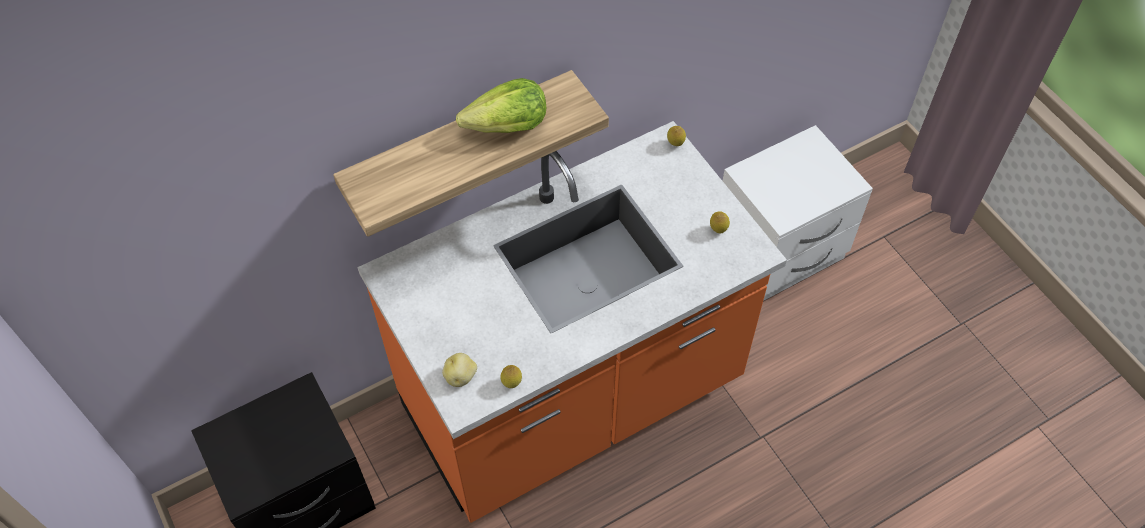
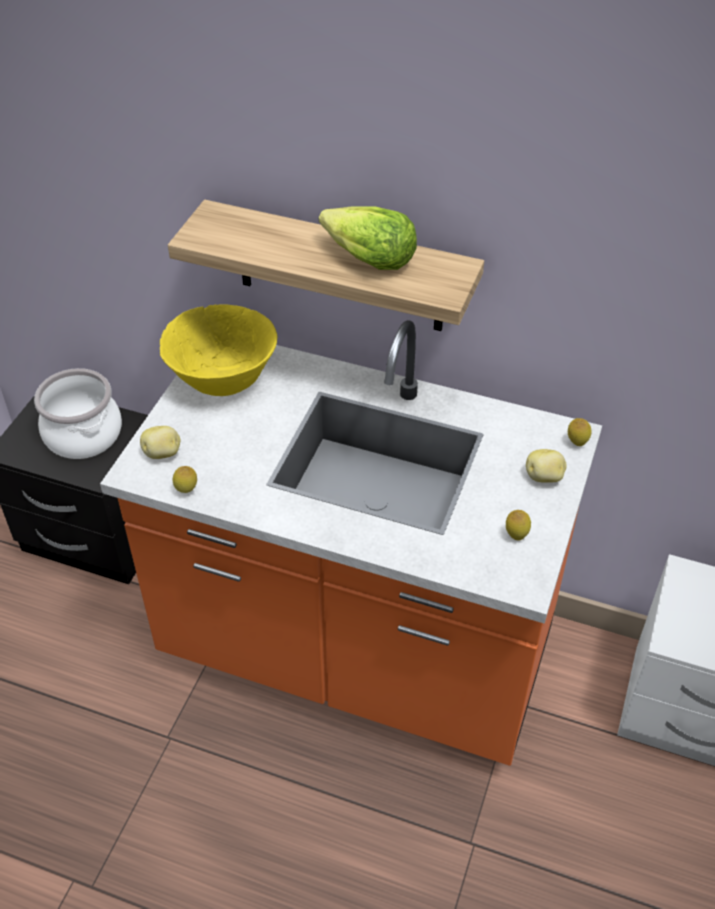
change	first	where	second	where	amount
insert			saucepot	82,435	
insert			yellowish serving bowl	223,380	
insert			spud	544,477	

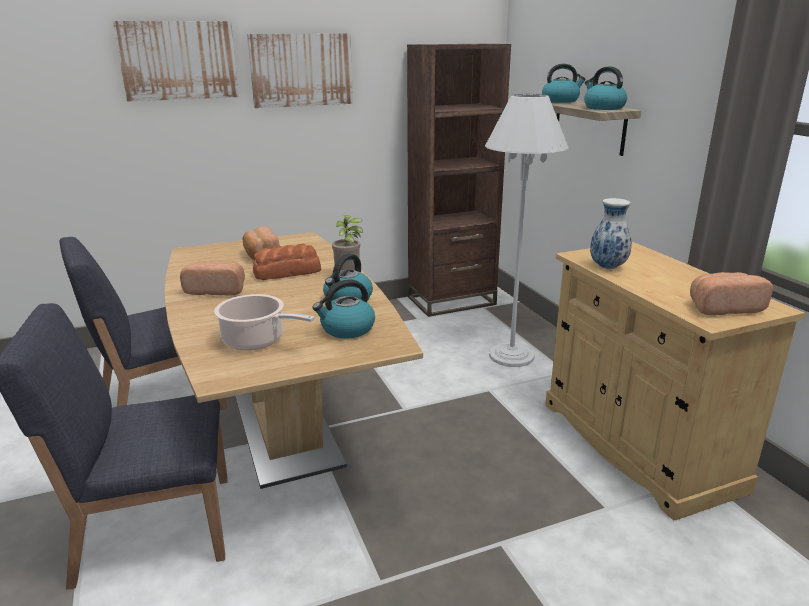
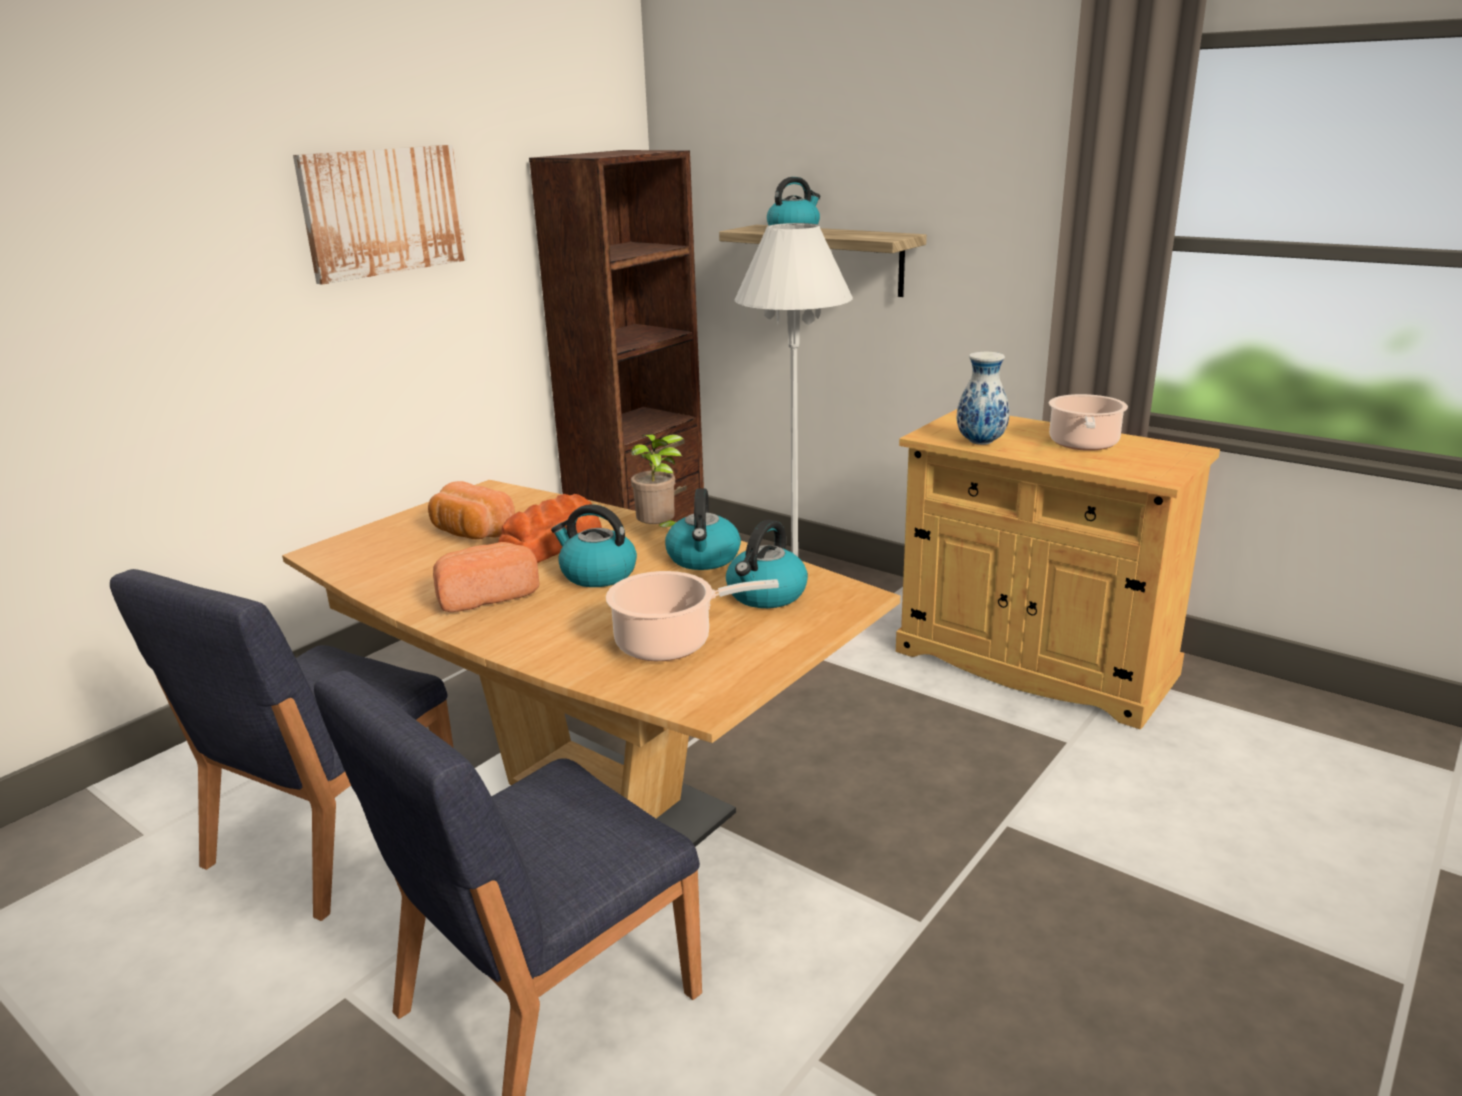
change	first	where	second	where	amount
move	kettle	603,108		597,574	
insert			saucepot	1083,444	
delete	picture	179,60			
delete	bakery bread	723,308			

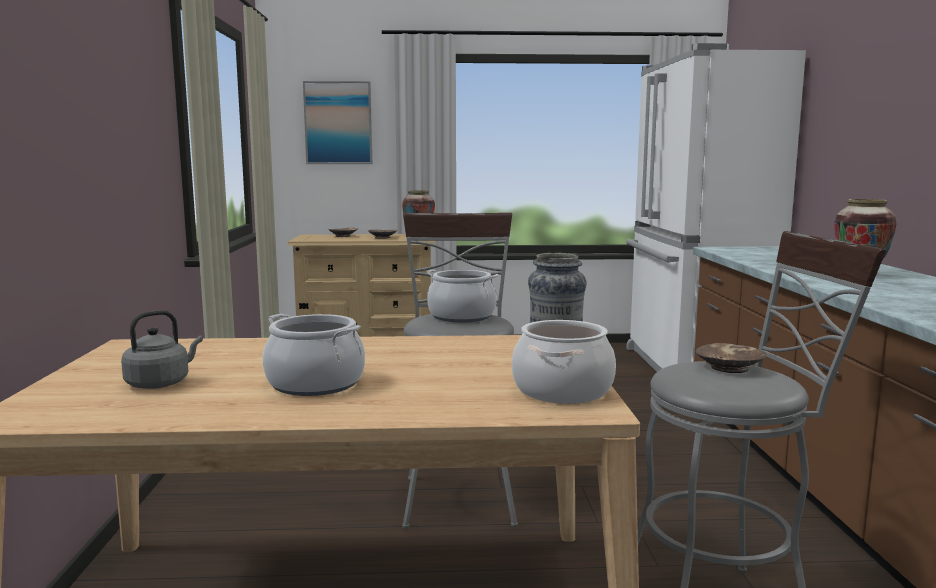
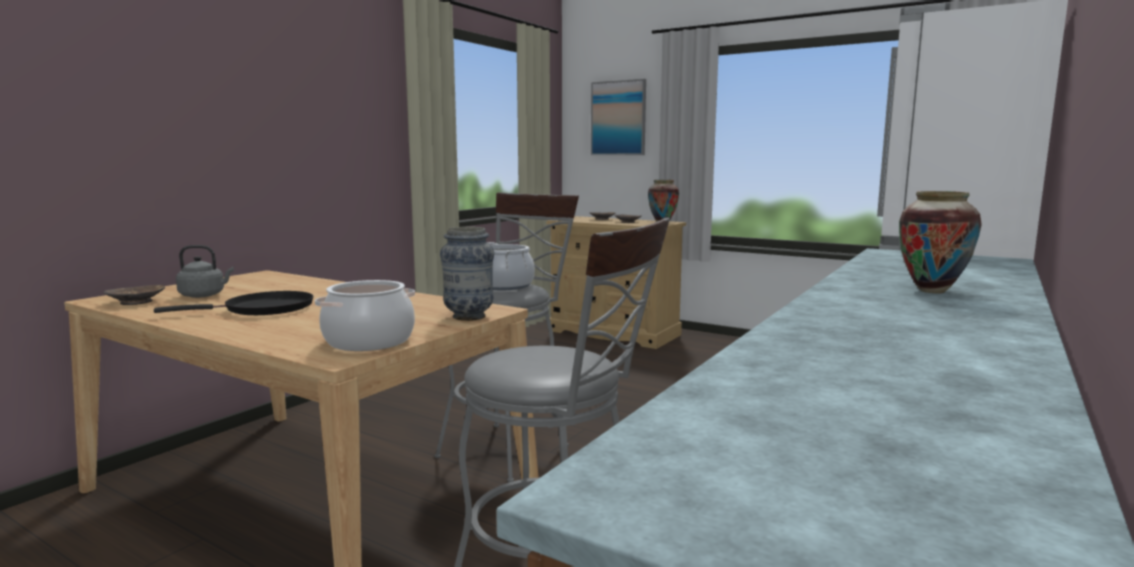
change	first	where	second	where	amount
move	brown-coloured serving bowl	730,367		136,302	
replace	saucepot	315,383	black skillet	263,309	

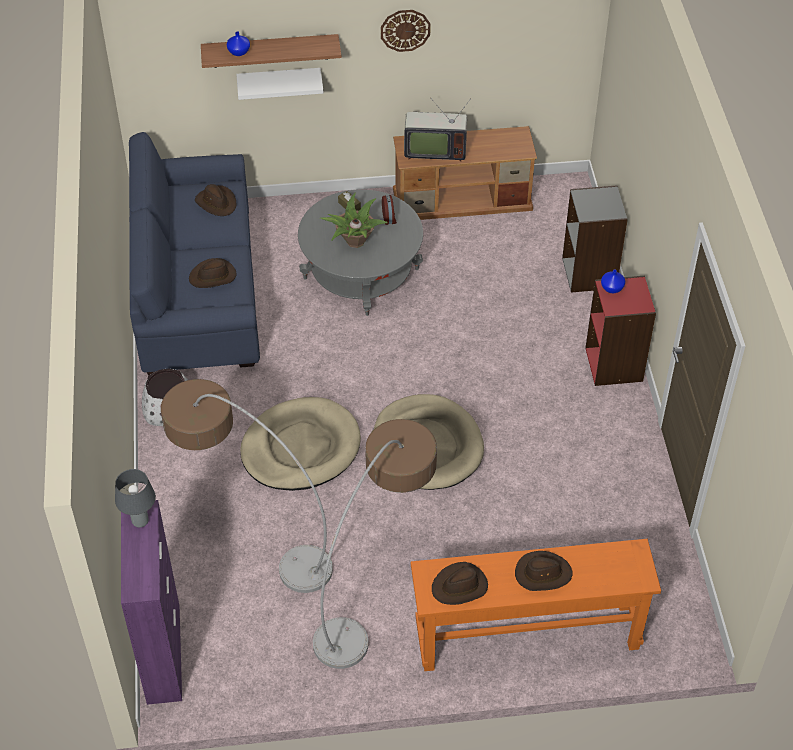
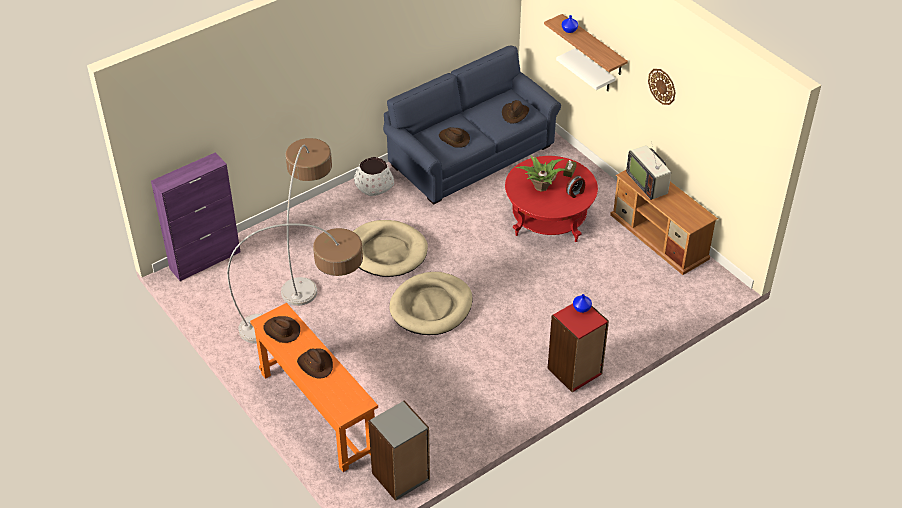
change	first	where	second	where	amount
move	greyish shelving unit	590,273		401,477	
recolor	greyish coffee table	361,273	red coffee table	549,217	
delete	greyish lamp for a table	140,521			

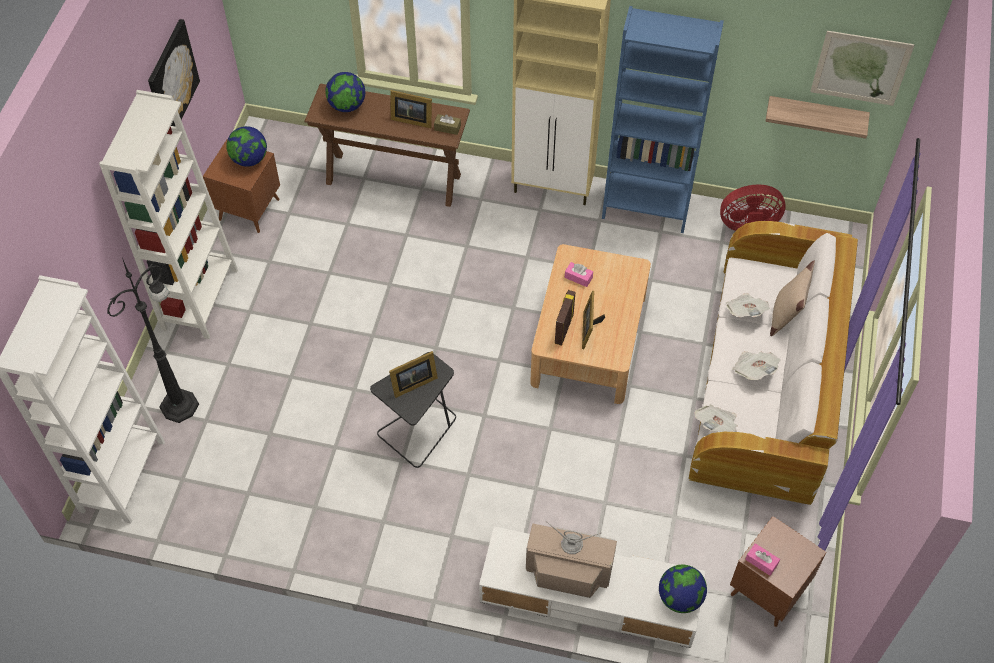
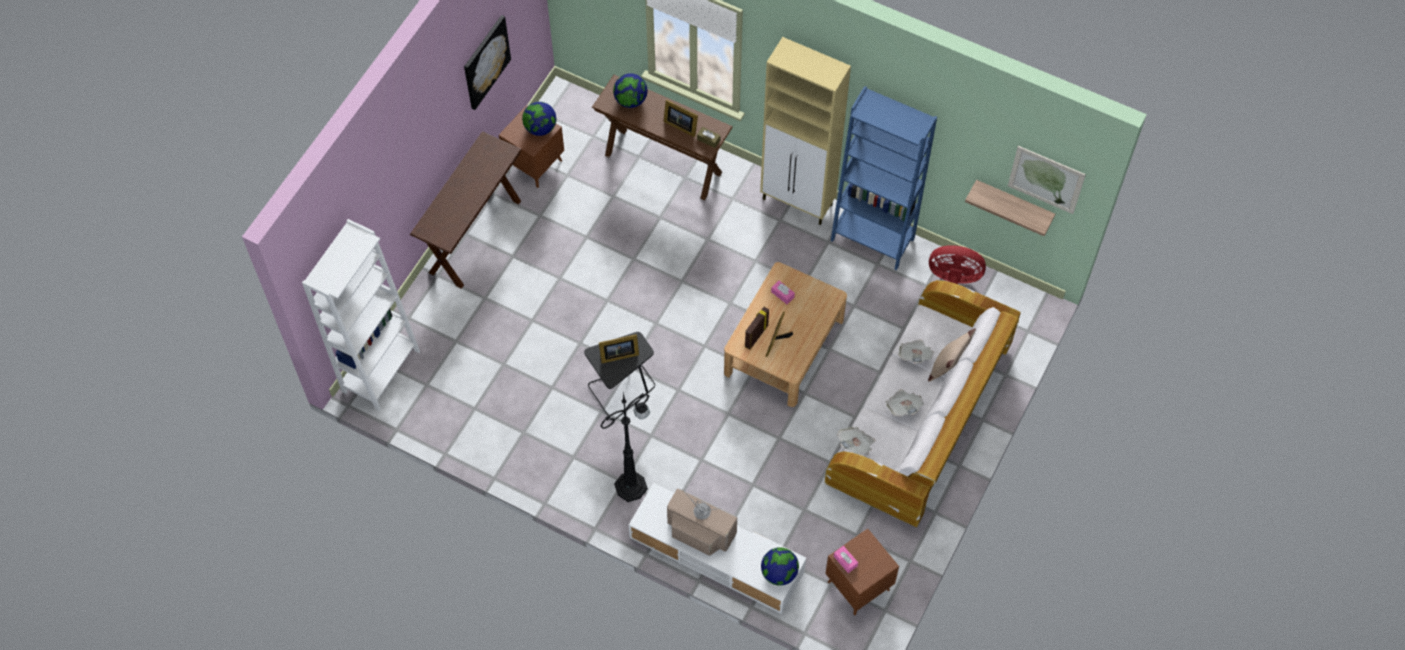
change	first	where	second	where	amount
replace	white-coloured shelving unit	200,299	brown-coloured narrow table	475,236	
move	black standard lamp	181,404		632,485	

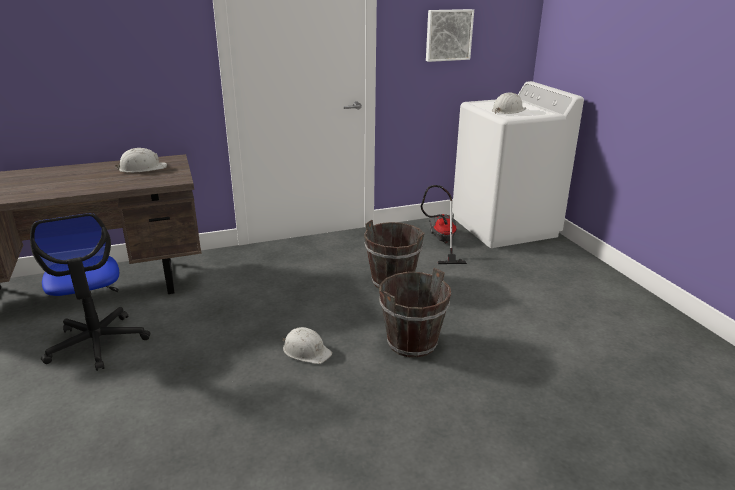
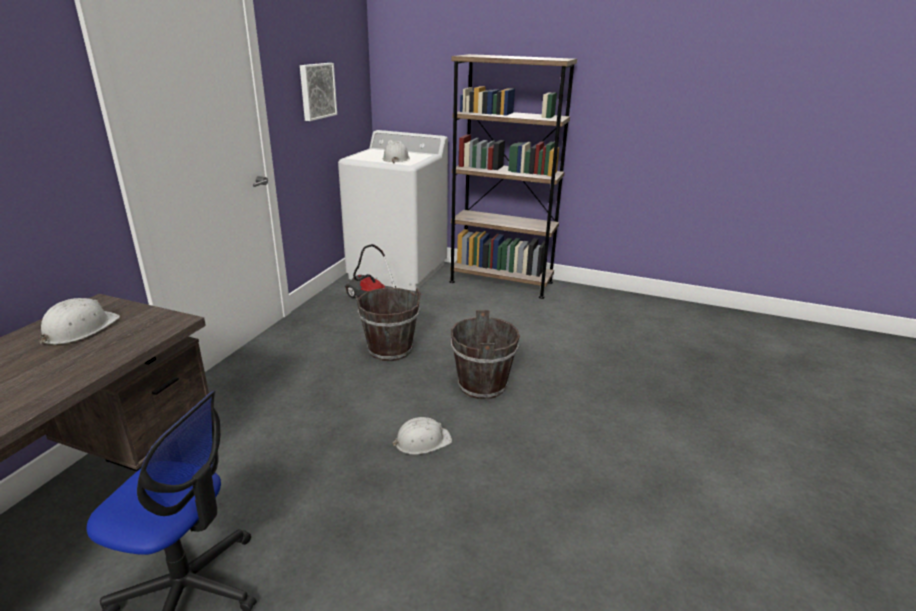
change	first	where	second	where	amount
insert			brown-coloured shelving unit	501,282	

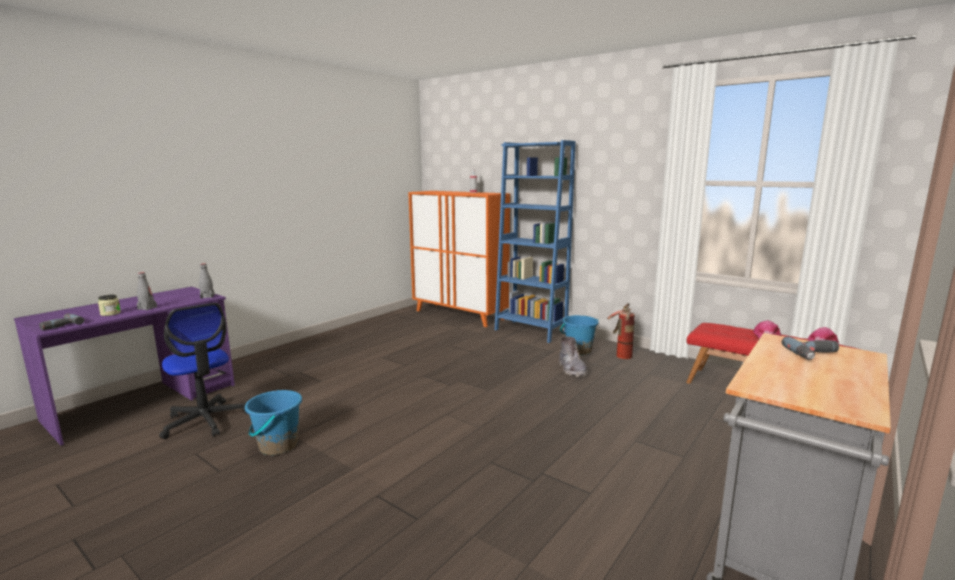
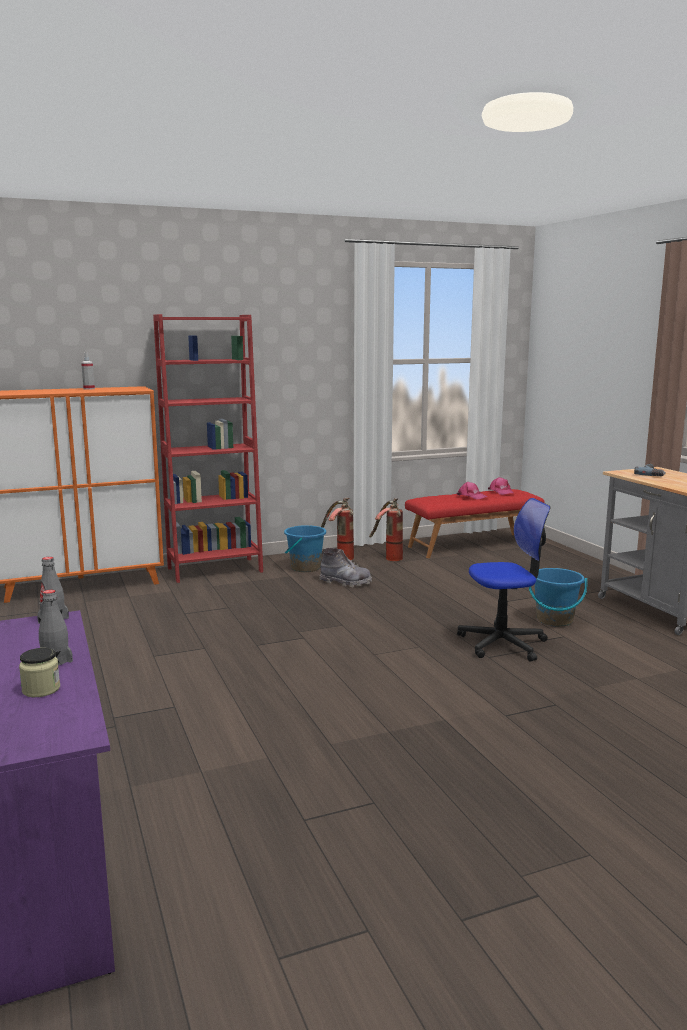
change	first	where	second	where	amount
recolor	blue-coloured shelving unit	530,331	red shelving unit	215,570	
insert			fire extinguisher	387,557	
move	computer chair	205,421		502,643	
move	blue-coloured bucket	278,446		554,620	
delete	drill	59,325			

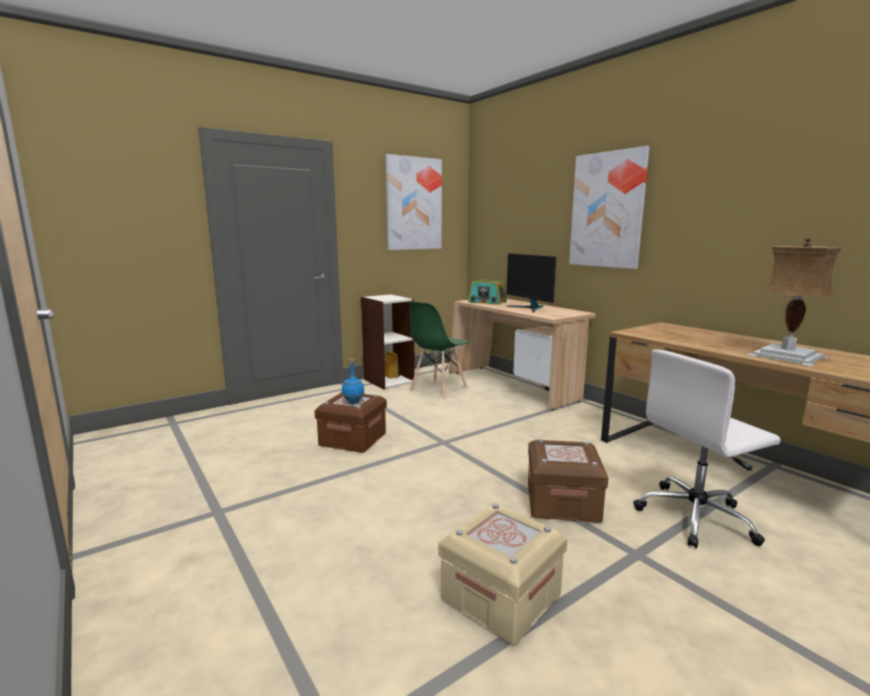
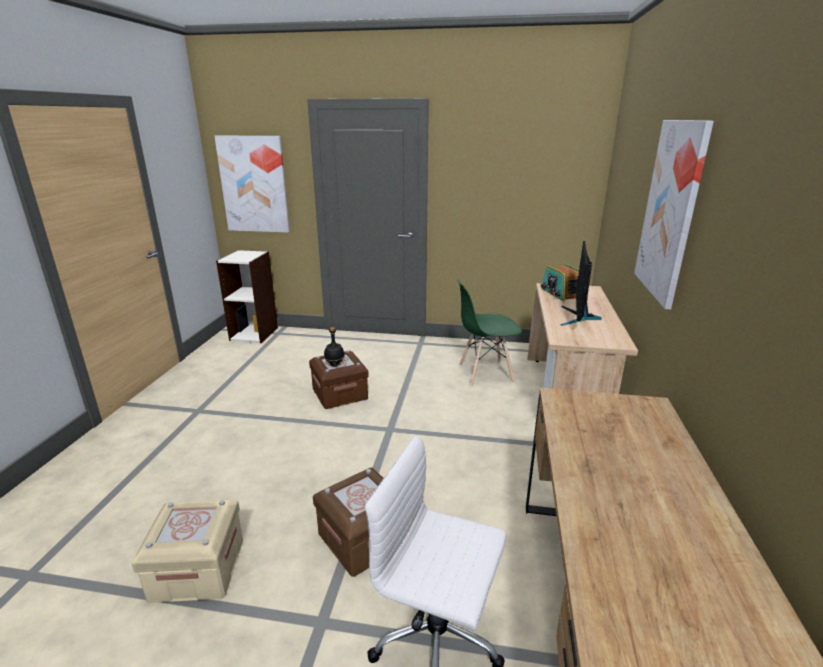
change	first	where	second	where	amount
move	picture	413,204		254,185	
move	shelving unit	388,381		254,333	
recolor	blue-coloured bottle	353,402	black bottle	335,364	
delete	lamp for a table	788,357			

